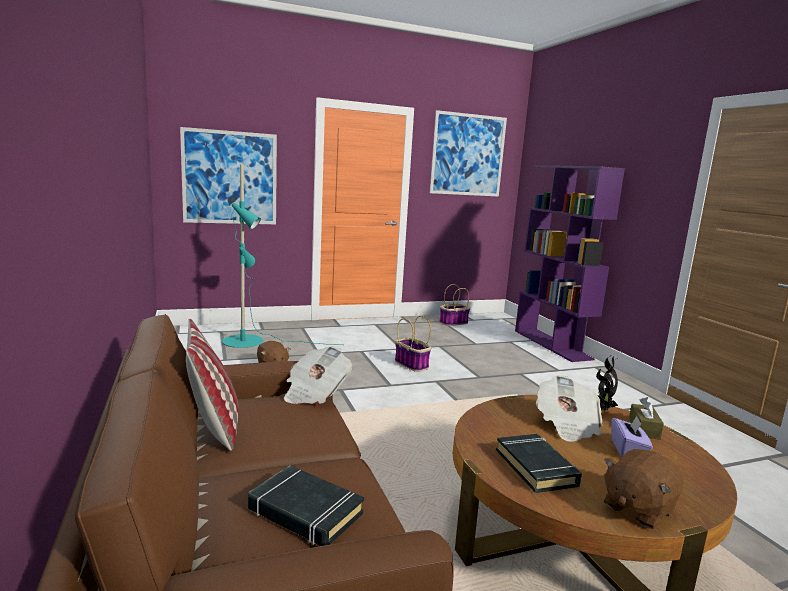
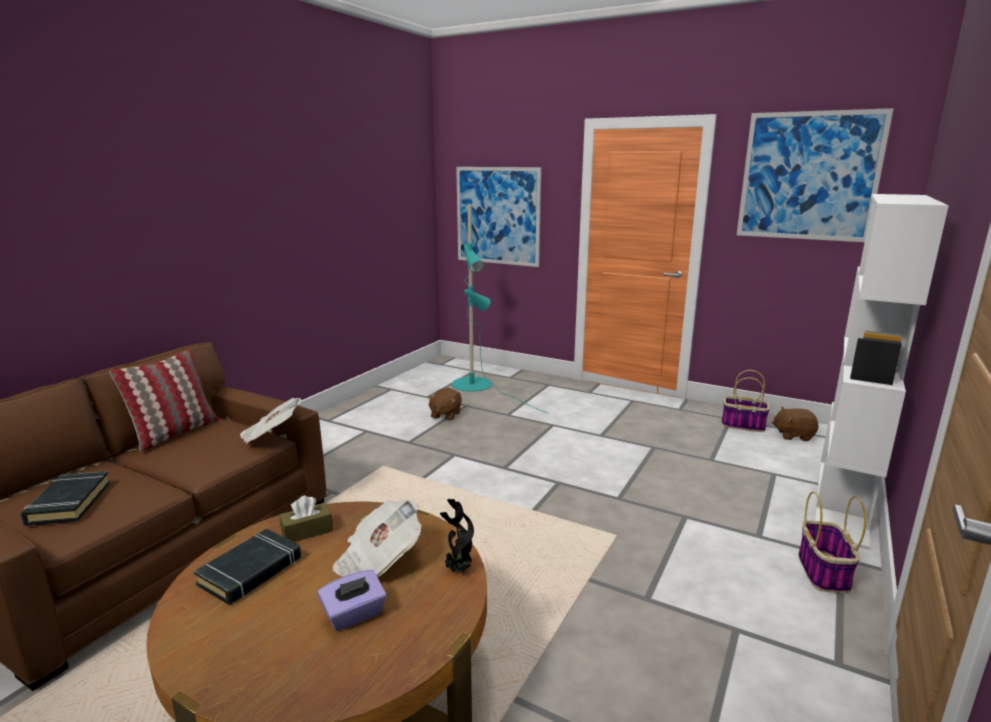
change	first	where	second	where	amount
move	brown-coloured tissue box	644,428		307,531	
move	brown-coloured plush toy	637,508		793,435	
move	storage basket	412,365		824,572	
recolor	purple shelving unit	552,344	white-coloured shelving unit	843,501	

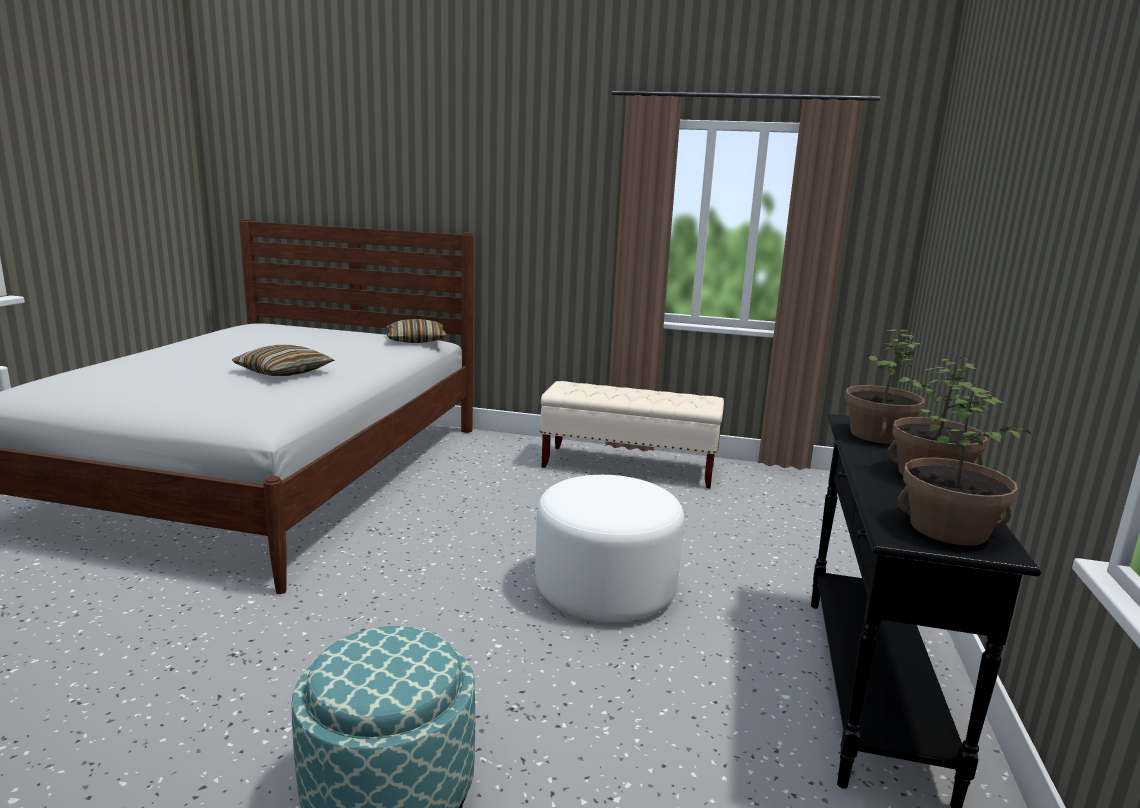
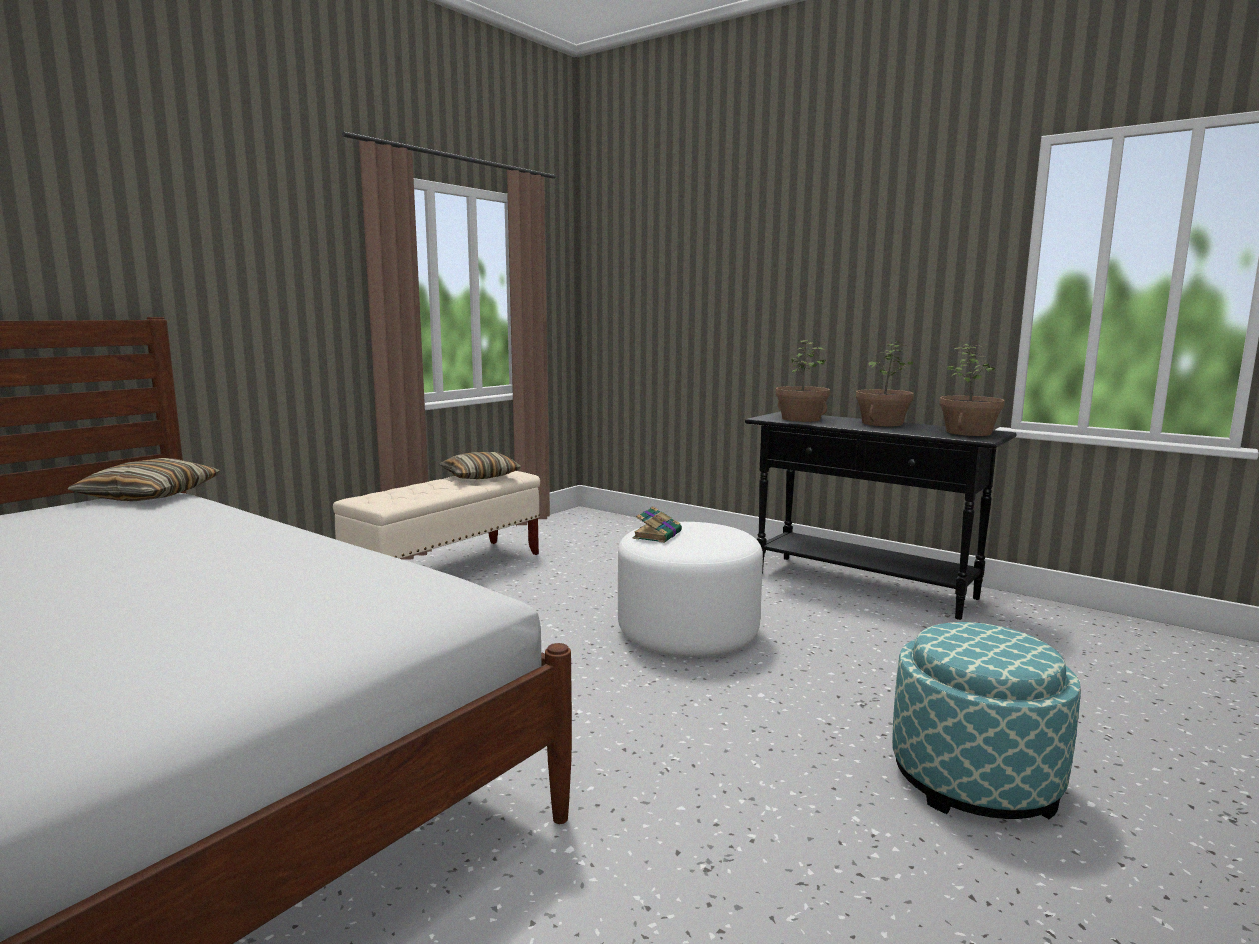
change	first	where	second	where	amount
move	throw pillow	284,372		480,476	
insert			bound book	657,535	

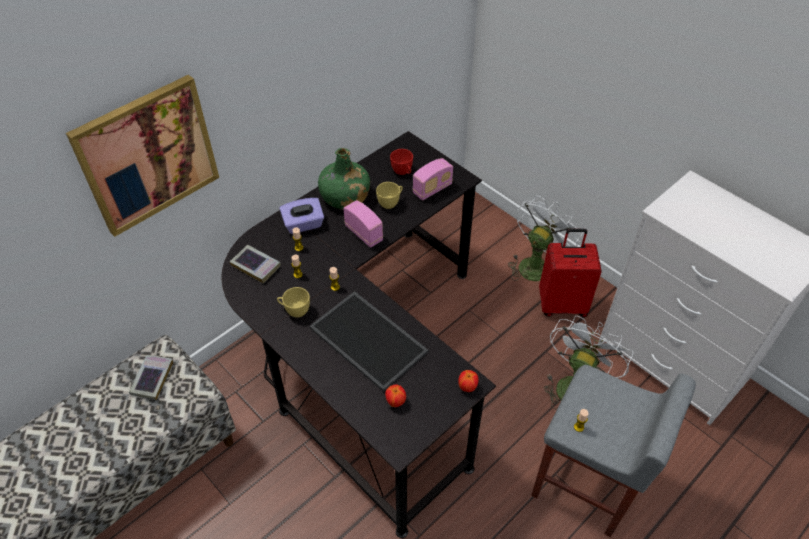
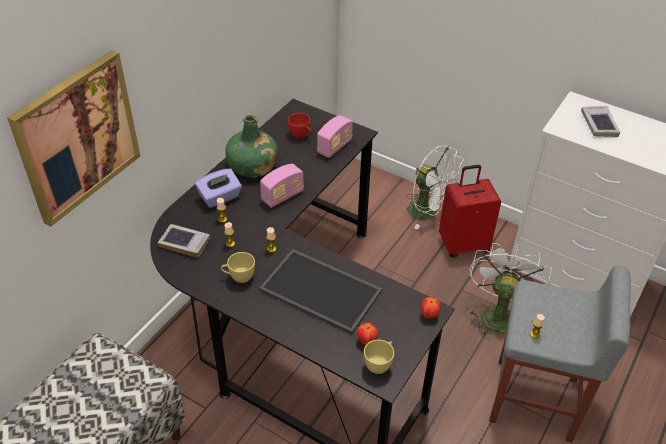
change	first	where	second	where	amount
rotate	radio receiver	364,233		282,196	105 degrees clockwise
move	yellowish cup	390,203		379,364	
rotate	white-coloured electric fan	536,264		429,213	105 degrees clockwise
move	bound book	152,379		598,124	

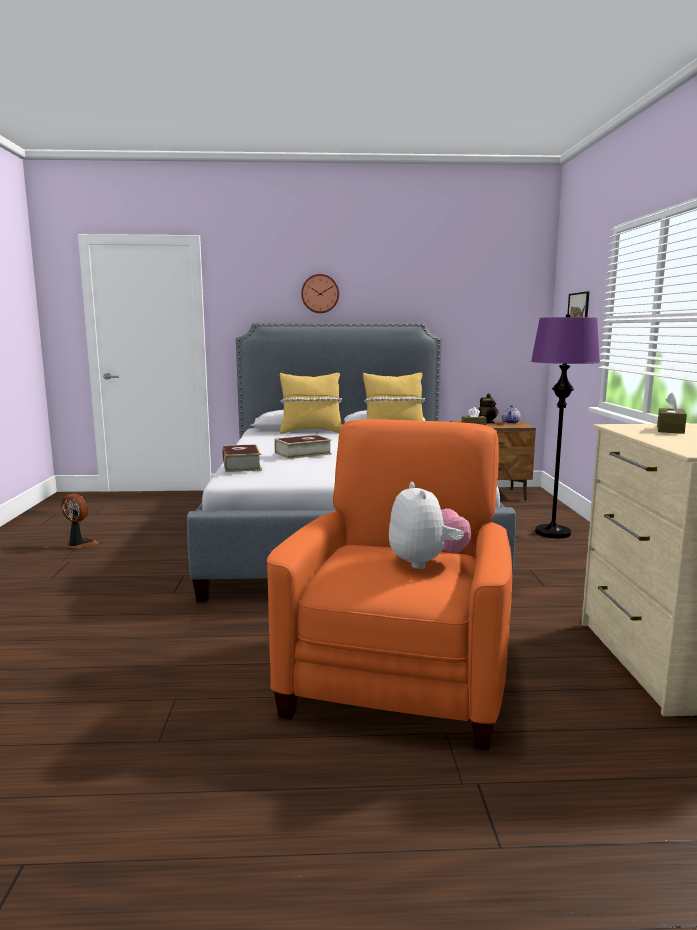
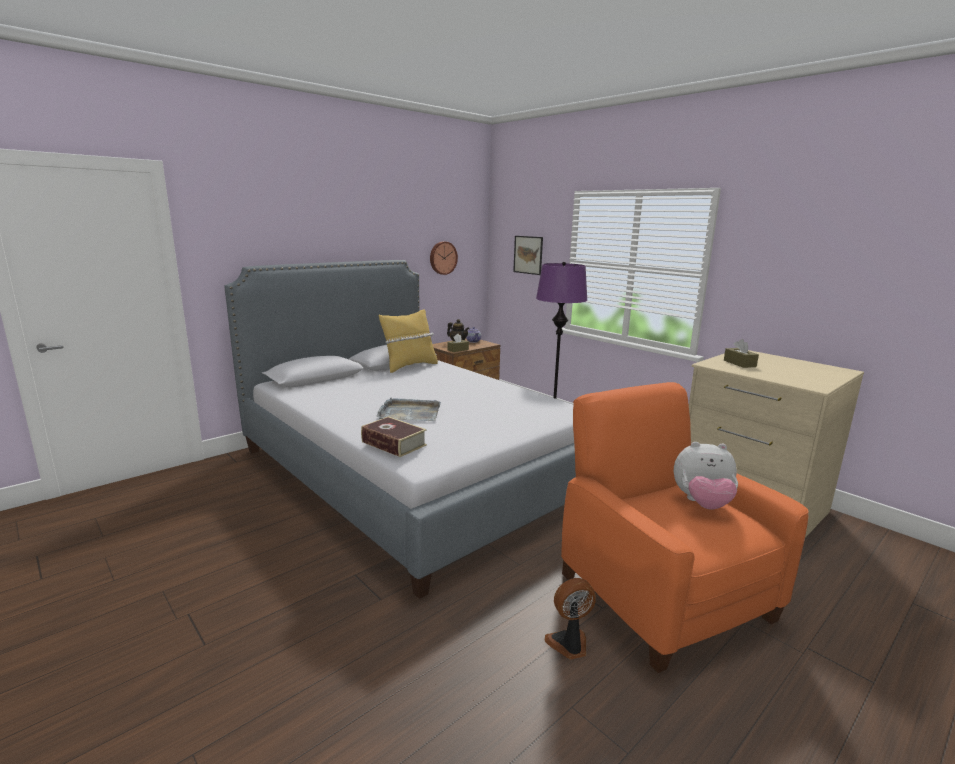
change	first	where	second	where	amount
replace	bound book	303,453	greyish tray	409,413	
move	hanging clock	320,293		442,258	
move	electric fan	79,544		569,645	
rotate	plush toy	426,562		702,503	150 degrees clockwise
delete	yellowish throw pillow	311,432			

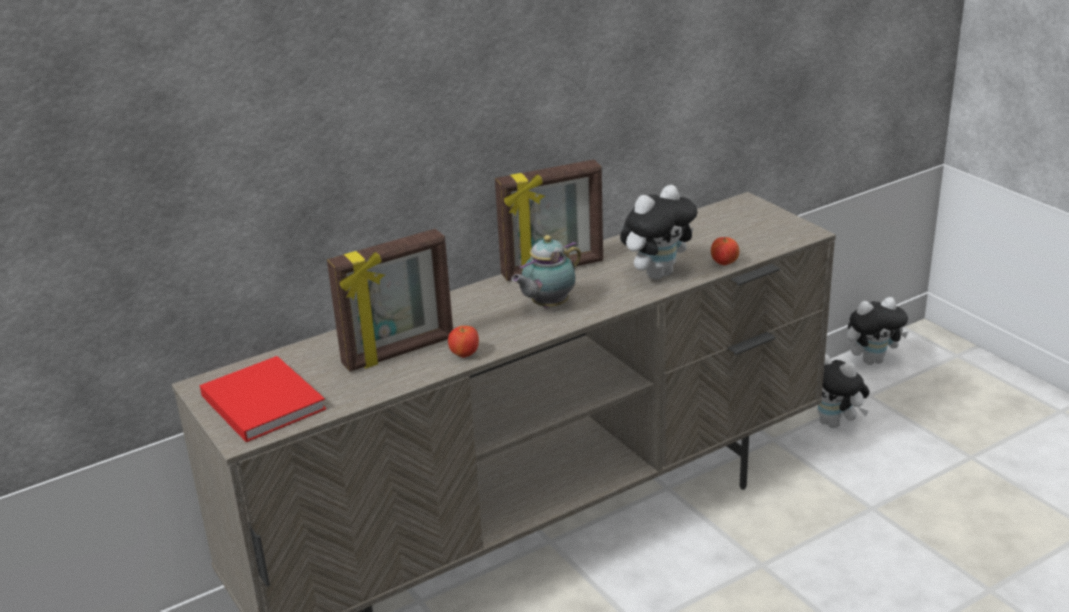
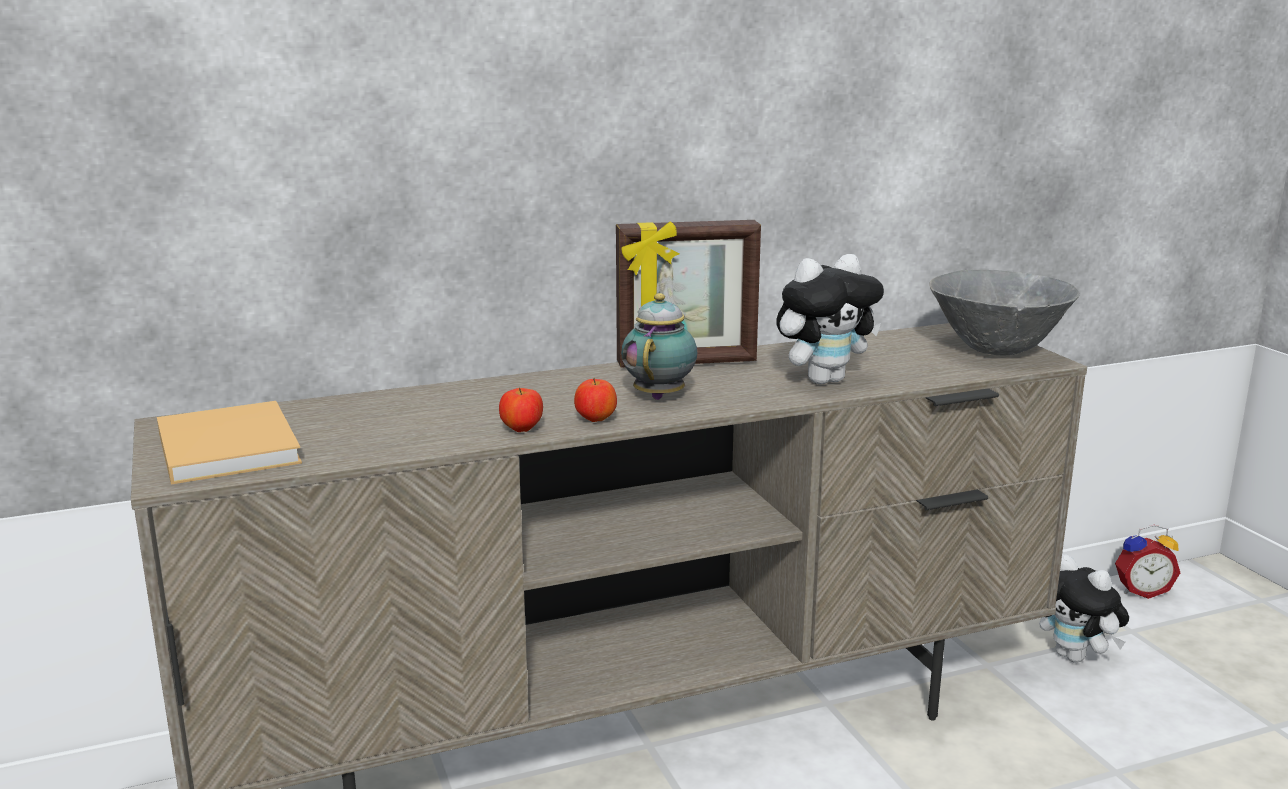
change	first	where	second	where	amount
recolor	red bound book	261,400	beige-coloured bound book	227,446	
move	whole apple	724,263		596,420	
rotate	pot for tea	547,306		660,395	135 degrees clockwise
insert			greyish serving bowl	998,351	
replace	plush toy	872,360	bedside clock	1141,591	
delete	photo frame	399,352			

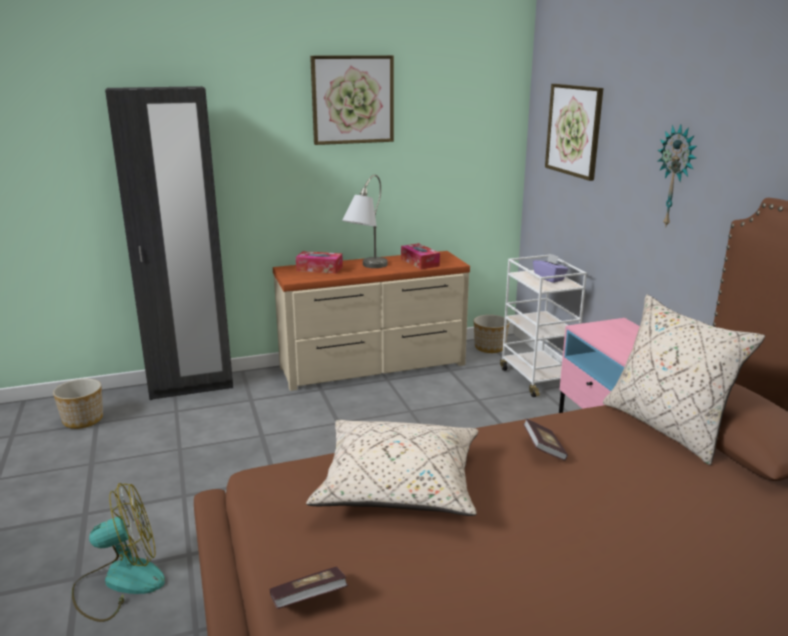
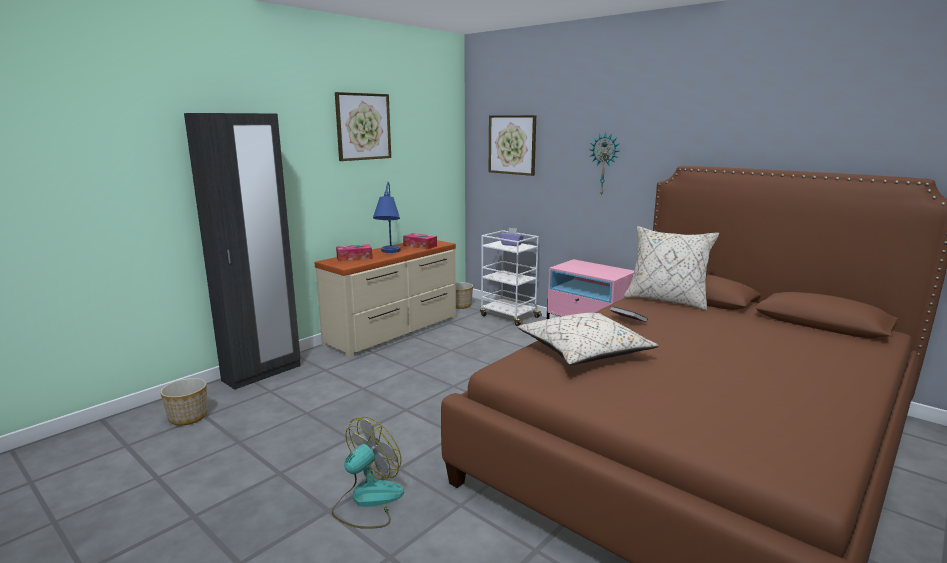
change	first	where	second	where	amount
recolor	greyish lamp for a table	365,269	blue-coloured lamp for a table	388,253	
delete	bound book	309,600			

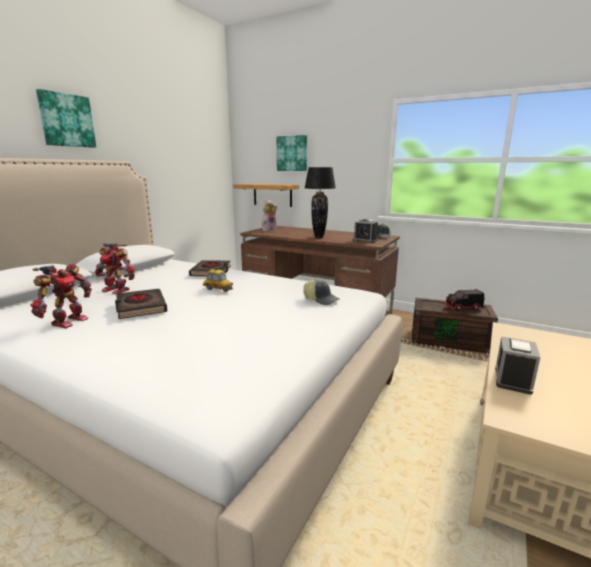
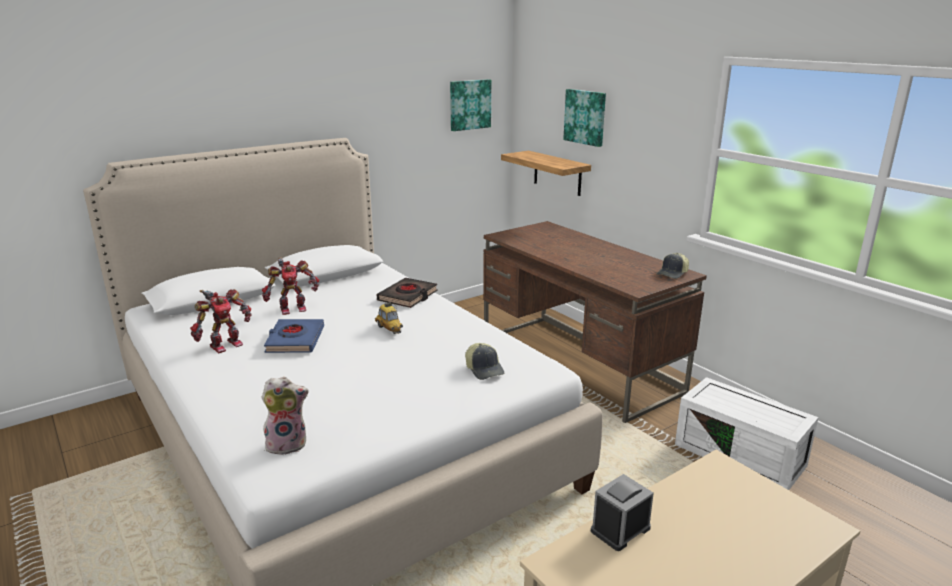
change	first	where	second	where	amount
move	plush toy	269,230		288,444	
rotate	toy robot	117,289		292,308	75 degrees counterclockwise
recolor	black bound book	141,307	blue-coloured bound book	295,340	
move	picture	66,120		469,104	
recolor	brown-coloured storage box	450,340	white-coloured storage box	741,455	
delete	black lamp for a table	318,237			
delete	bedside clock	365,240			
delete	toy lorry	463,308			

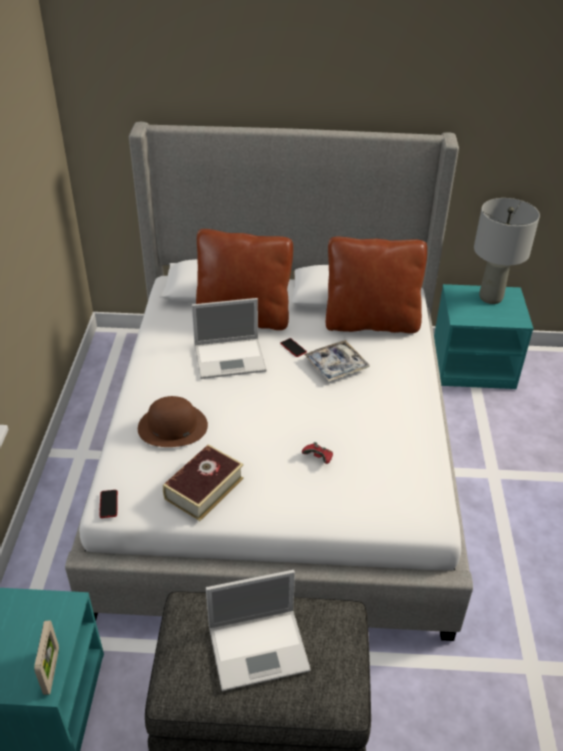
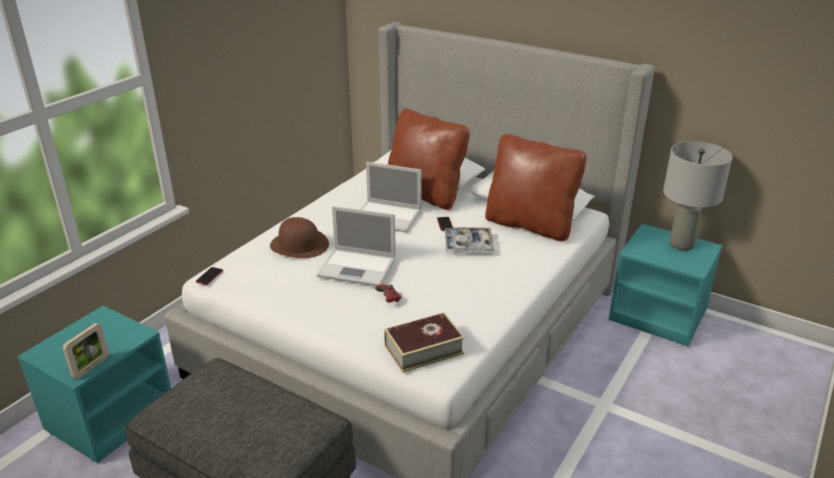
change	first	where	second	where	amount
move	laptop	260,648		358,267	
move	bound book	204,488		423,349	

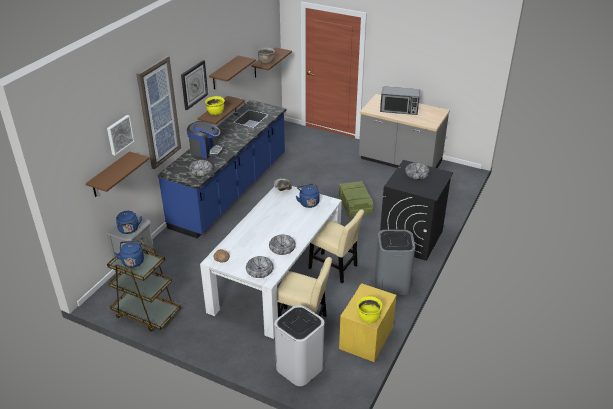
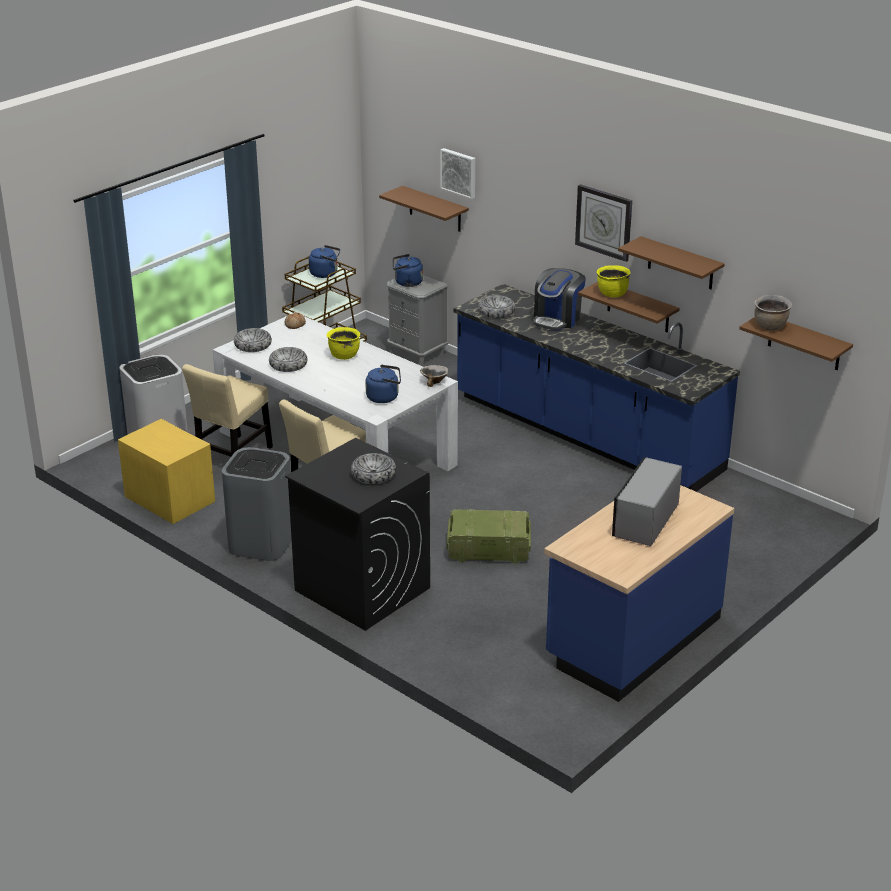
change	first	where	second	where	amount
move	yellowish saucepot	368,318		344,355	
recolor	greyish counter	400,161	blue-coloured counter	632,639	
delete	picture	158,113			

